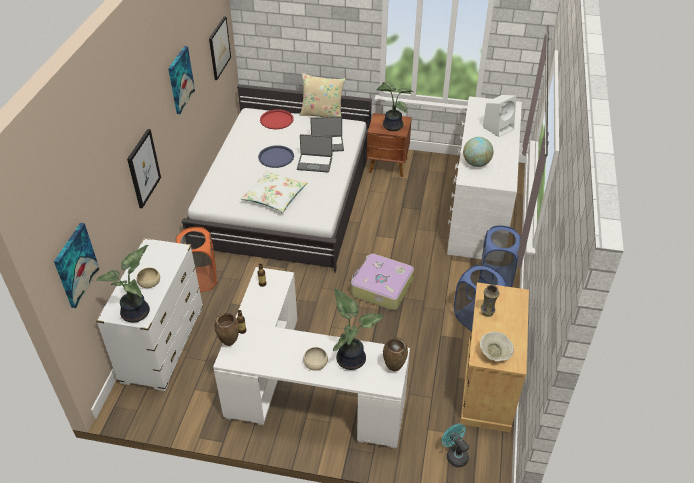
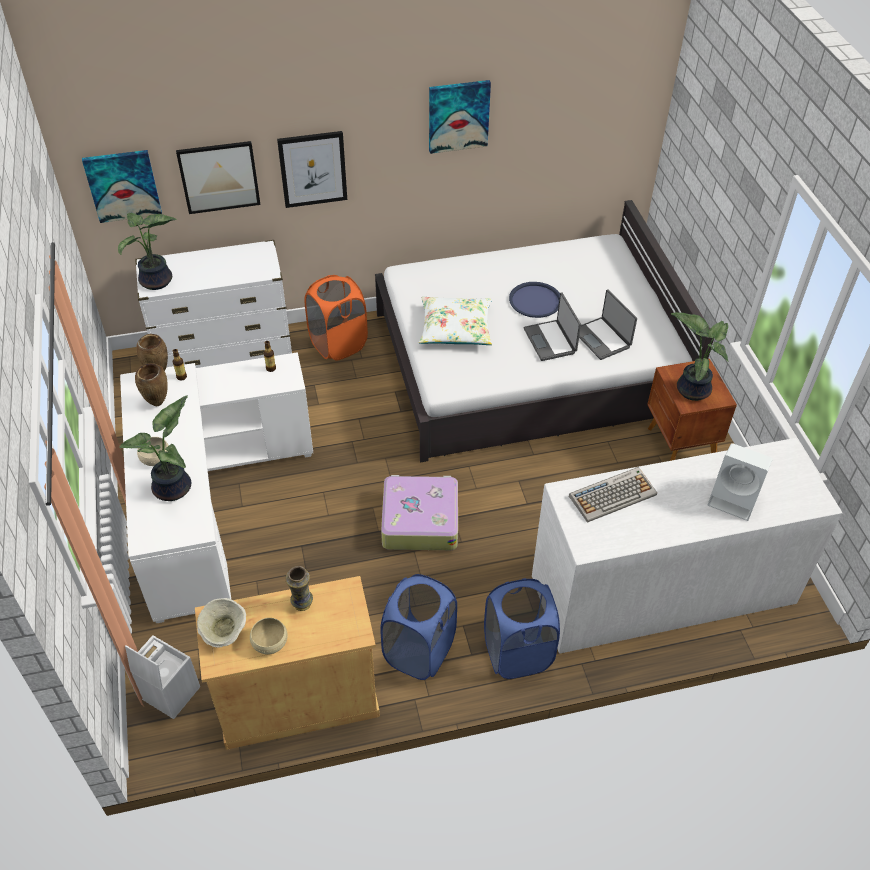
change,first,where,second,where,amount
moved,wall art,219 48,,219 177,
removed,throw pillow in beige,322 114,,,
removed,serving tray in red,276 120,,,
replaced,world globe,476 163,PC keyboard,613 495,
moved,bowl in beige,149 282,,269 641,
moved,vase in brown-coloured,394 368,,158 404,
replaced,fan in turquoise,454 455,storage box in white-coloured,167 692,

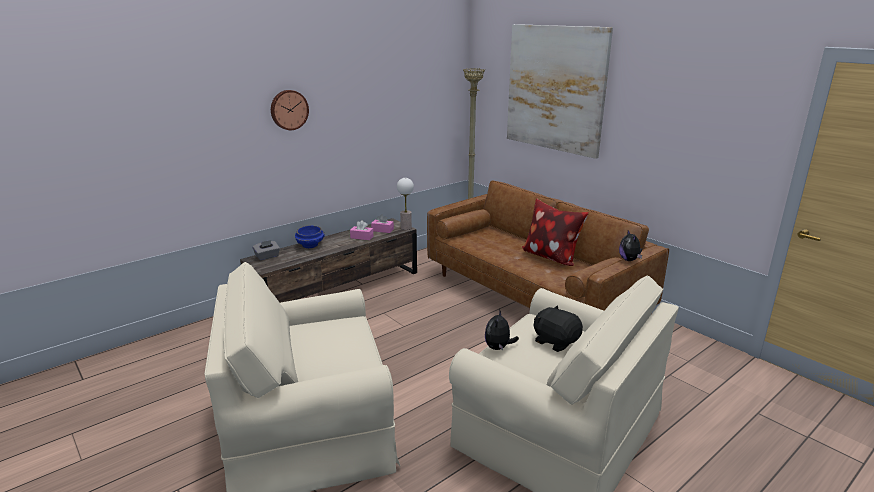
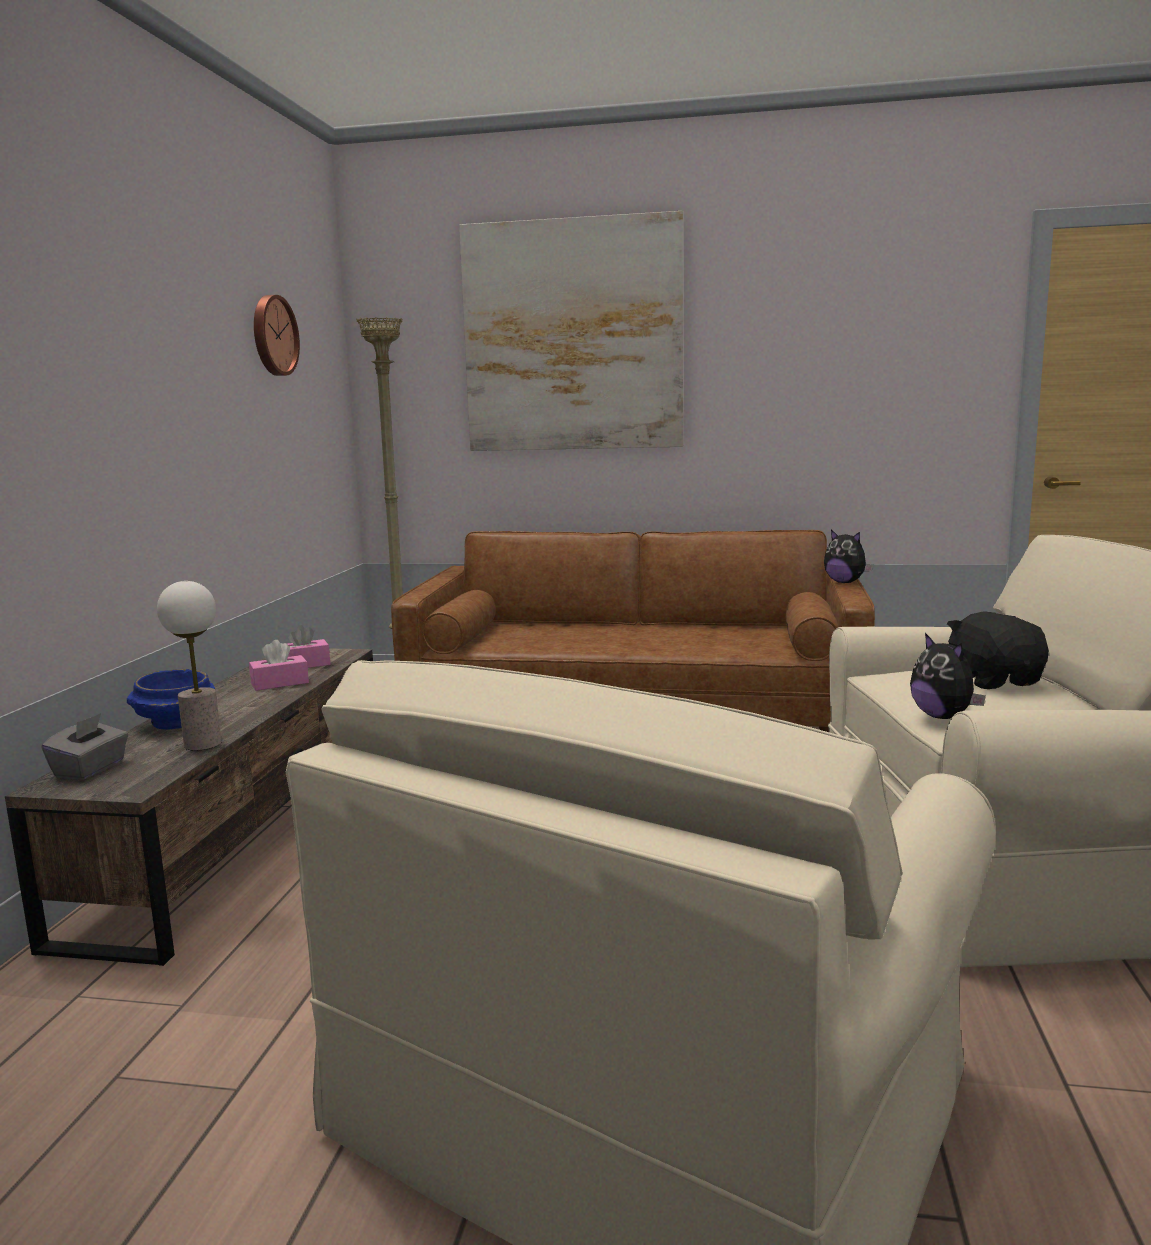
change,first,where,second,where,amount
moved,hanging clock,289 110,,272 335,
moved,tabletop lamp,406 228,,202 744,
removed,throw pillow,550 257,,,
turned,plush toy in blackish,556 341,,994 680,75 degrees clockwise

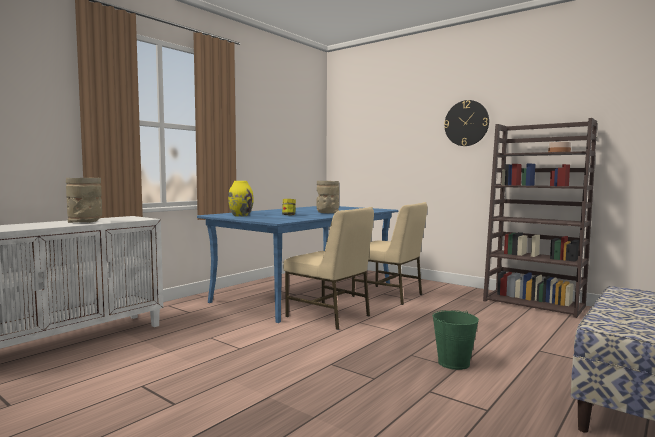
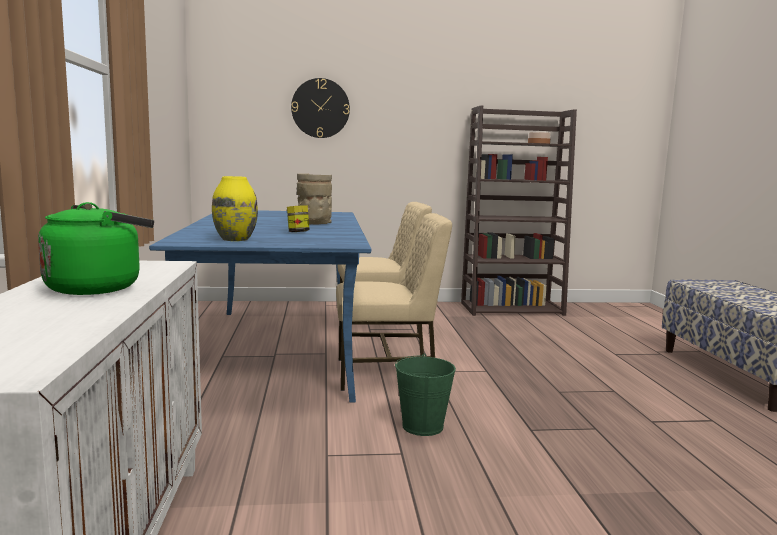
change,first,where,second,where,amount
moved,hanging clock,466 123,,320 108,
replaced,vase in beige,85 222,water kettle in greenish,99 287,
moved,bucket in greenish,454 363,,423 426,

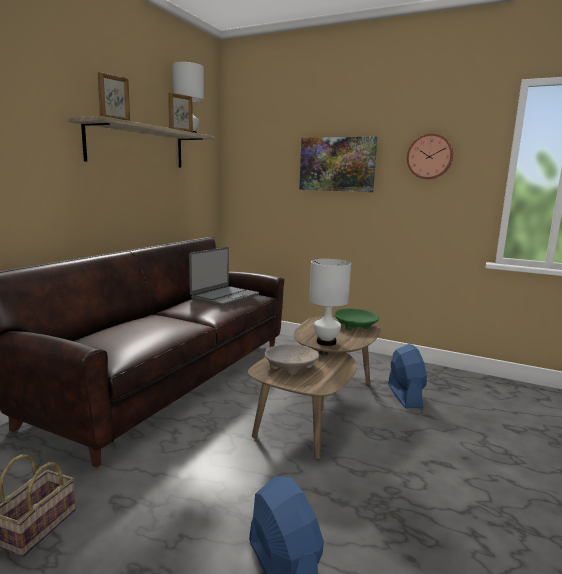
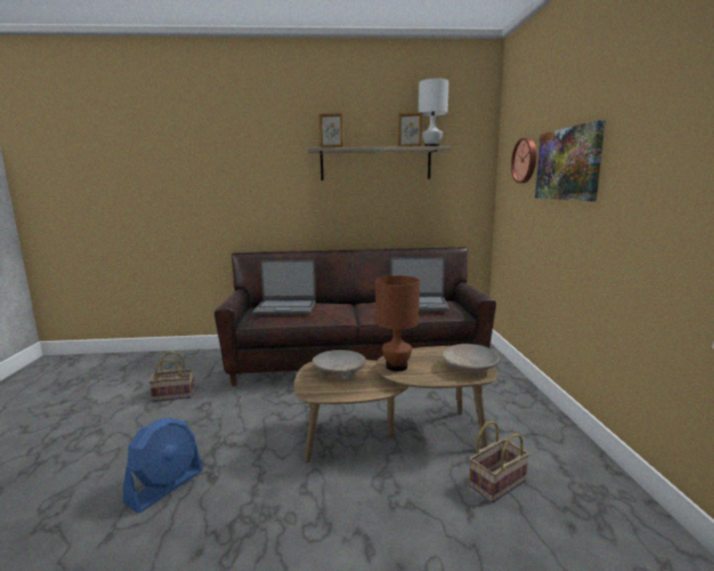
change,first,where,second,where,amount
moved,hanging clock,430 156,,525 160,
recoloured,tabletop lamp in white-coloured,326 342,tabletop lamp in brown-coloured,396 366,
recoloured,bowl in greenish,355 326,bowl in beige,470 368,
replaced,fan in blue,404 395,storage basket,497 482,
added,,,portable computer,285 308,

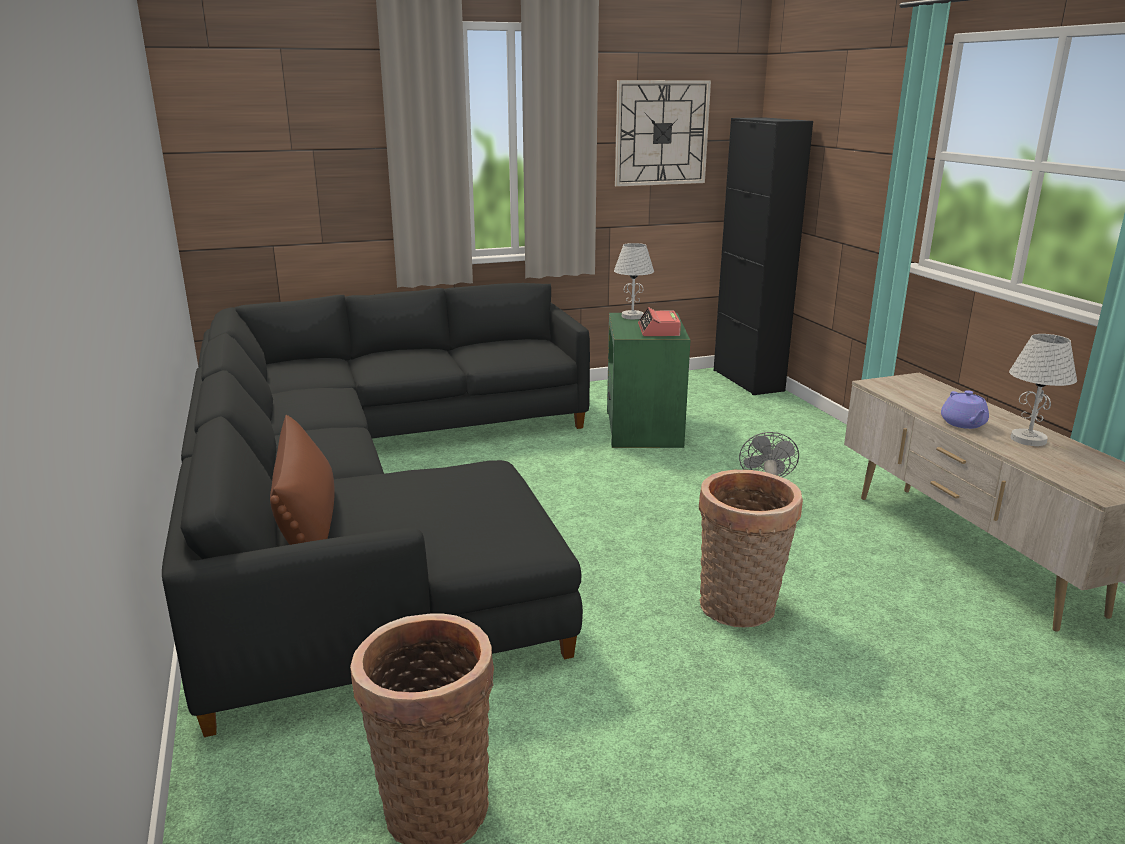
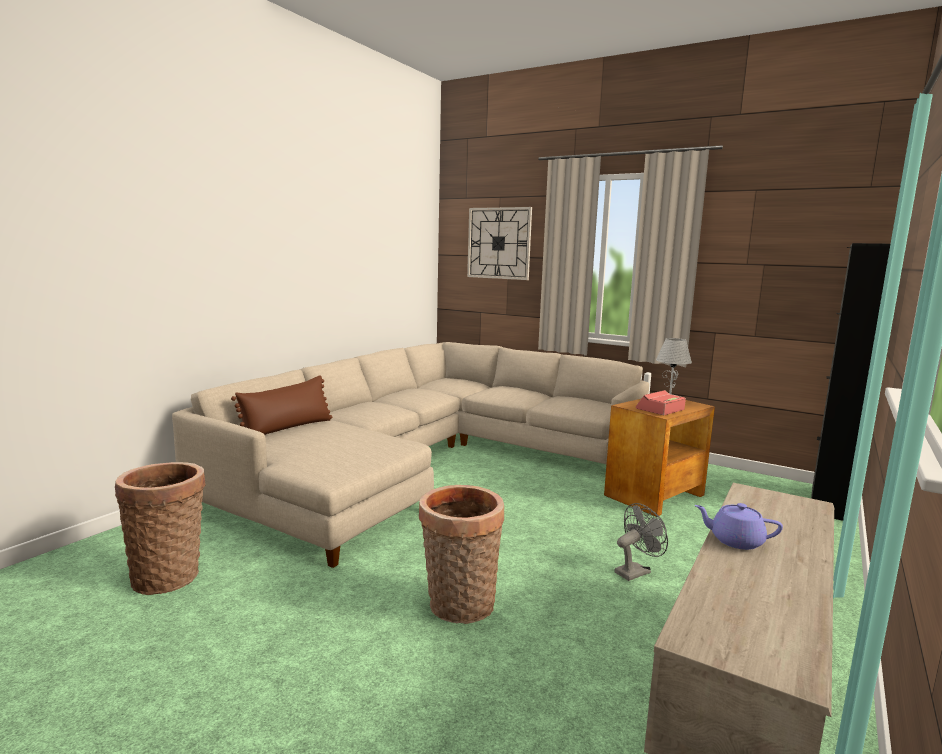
change,first,where,second,where,amount
moved,hanging clock,661 133,,499 243,
recoloured,settee in blackish,375 496,settee in beige,426 462,
recoloured,side table in greenish,642 428,side table in brown-coloured,653 495,
removed,tabletop lamp in white-coloured,1028 439,,,
turned,tea pot in purple-coloured,963 424,,735 541,60 degrees clockwise

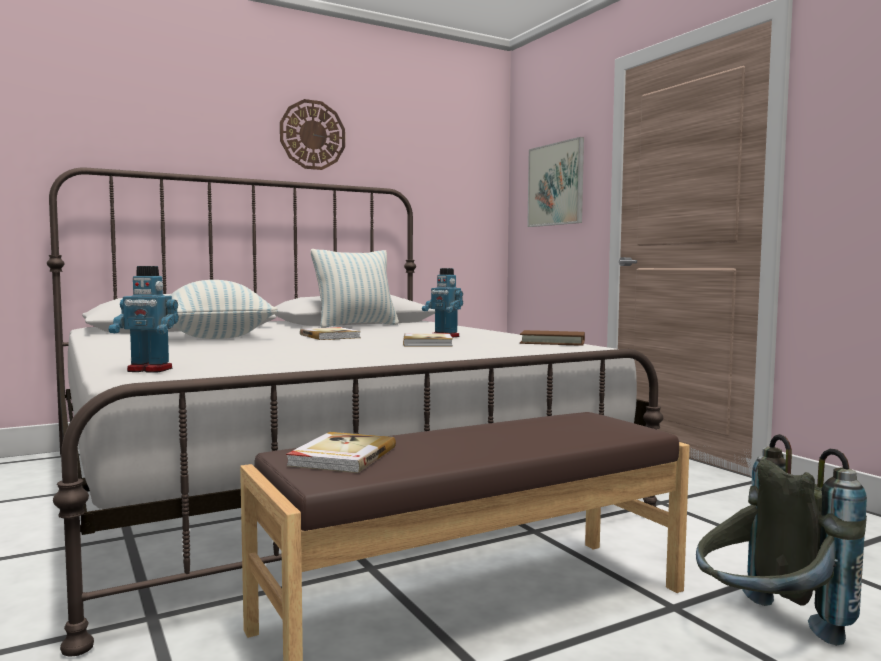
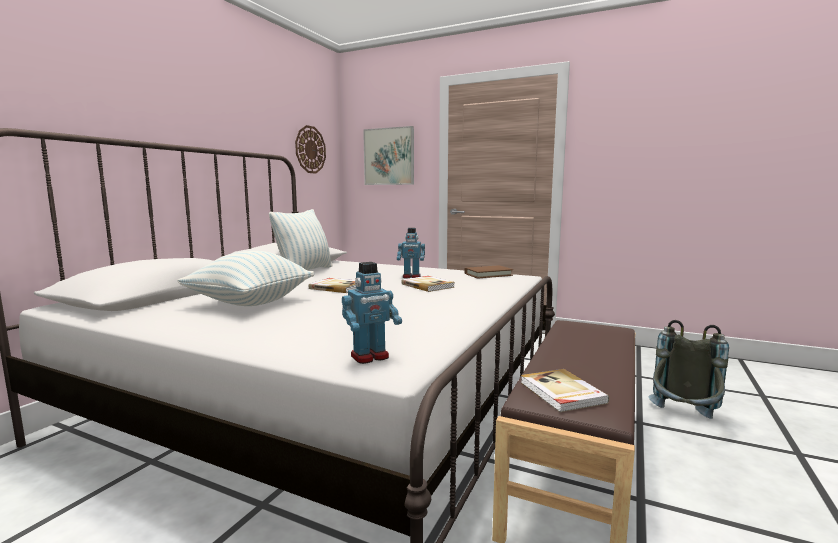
change,first,where,second,where,amount
moved,hanging clock,312 135,,310 149,

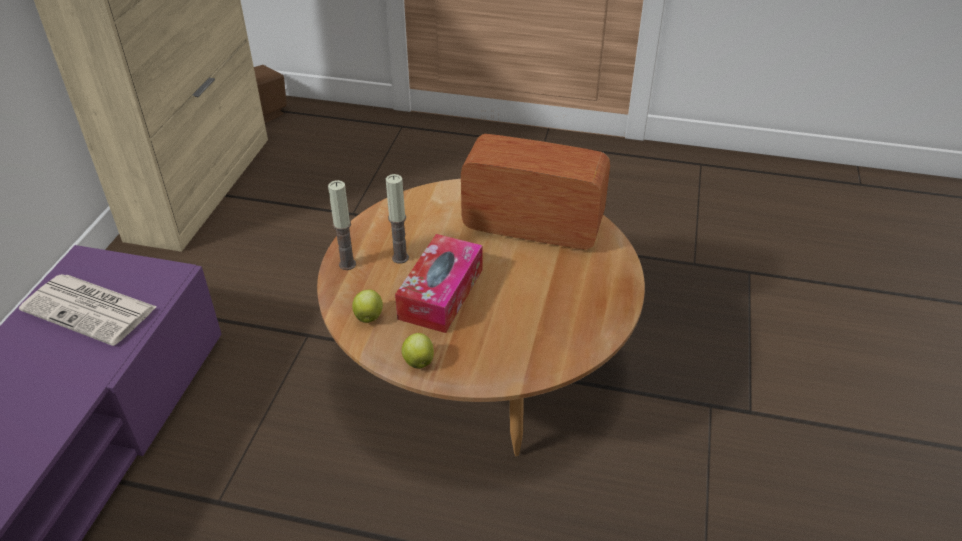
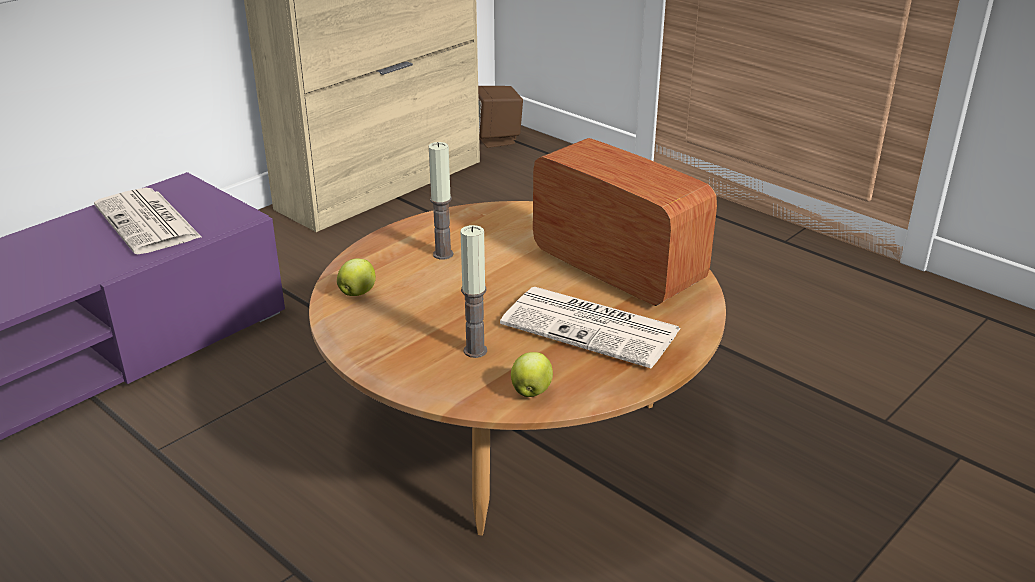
change,first,where,second,where,amount
moved,candle,347 264,,475 350,
removed,tissue holder,441 294,,,
moved,whole apple,418 361,,531 391,
added,,,newspaper,593 328,

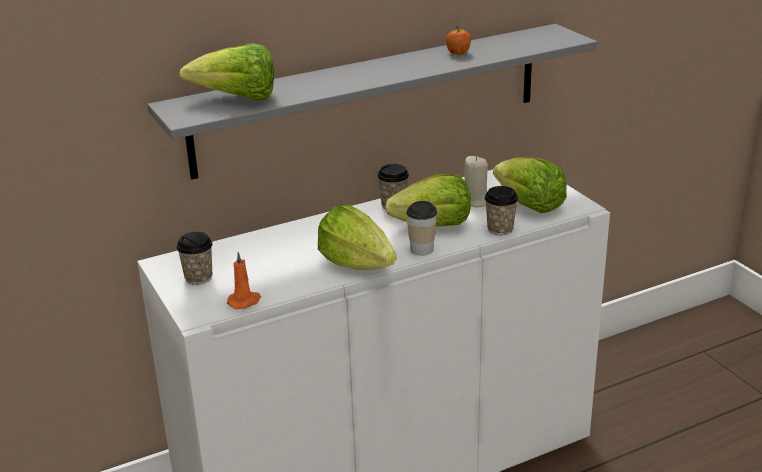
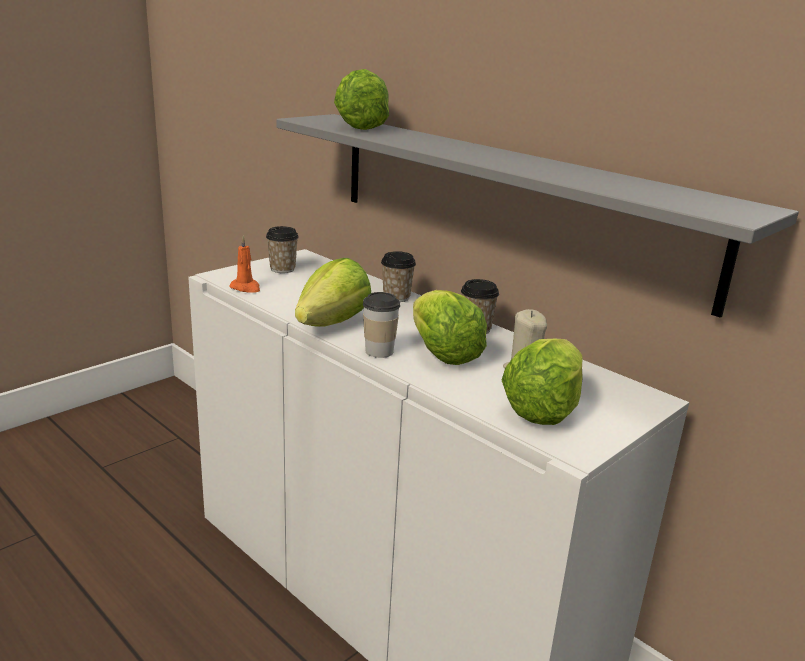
change,first,where,second,where,amount
removed,whole apple,458 53,,,
moved,small cup,500 229,,396 297,

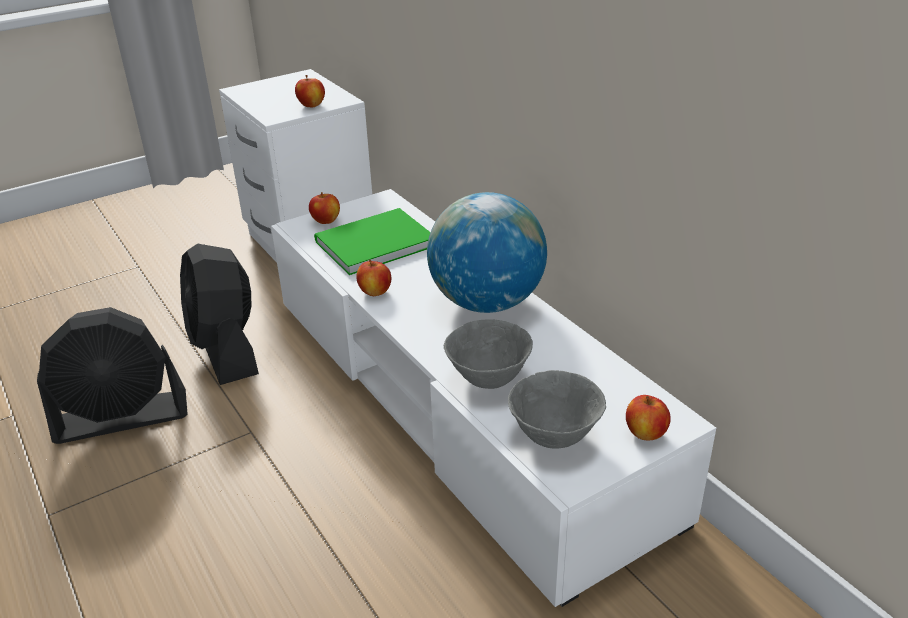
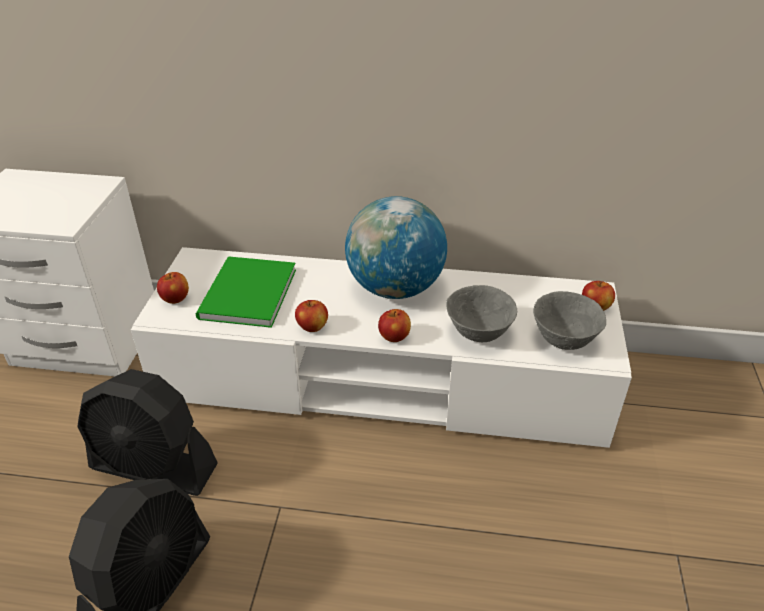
change,first,where,second,where,amount
moved,whole apple,311 105,,394 337,

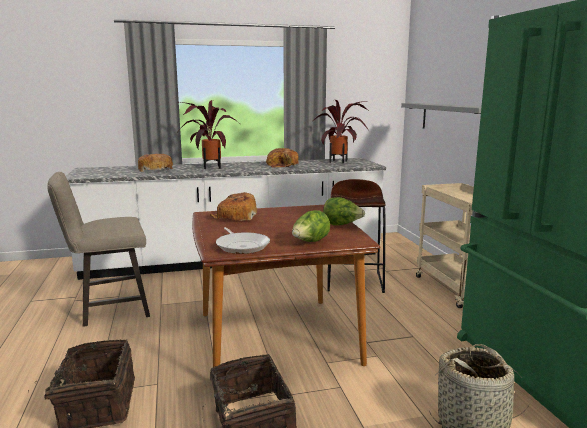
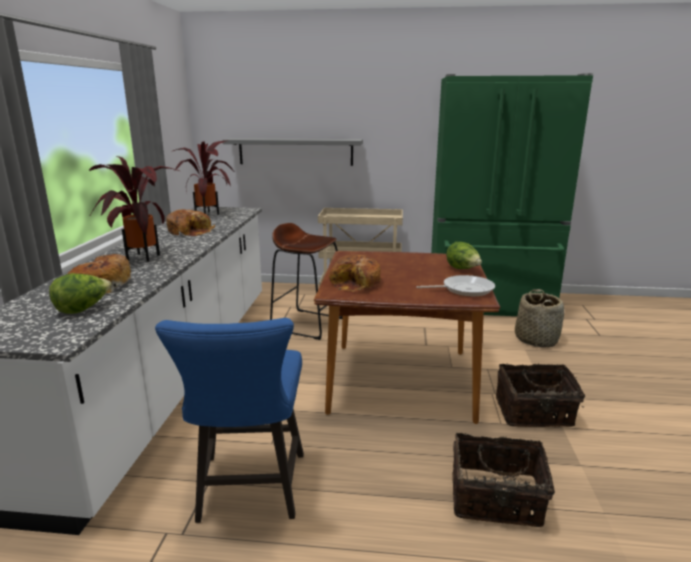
change,first,where,second,where,amount
recoloured,stool in beige,108 309,stool in blue,250 492,
moved,lettuce,342 225,,83 309,

